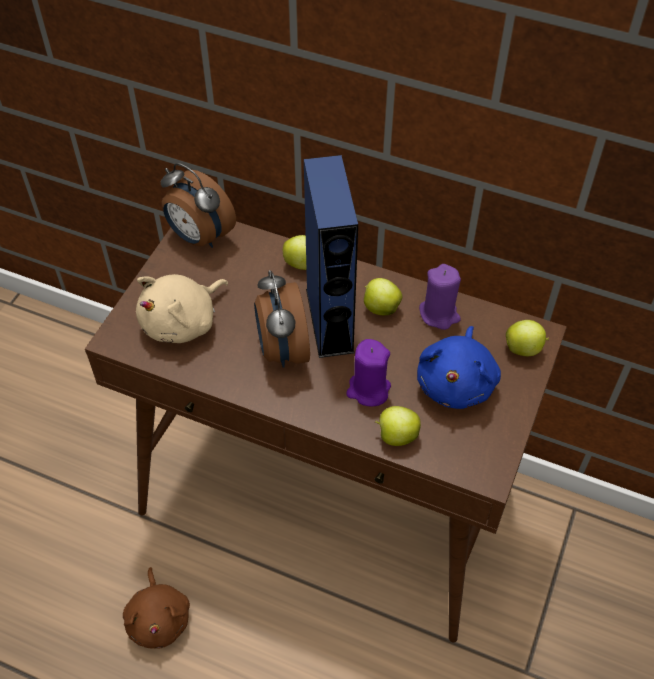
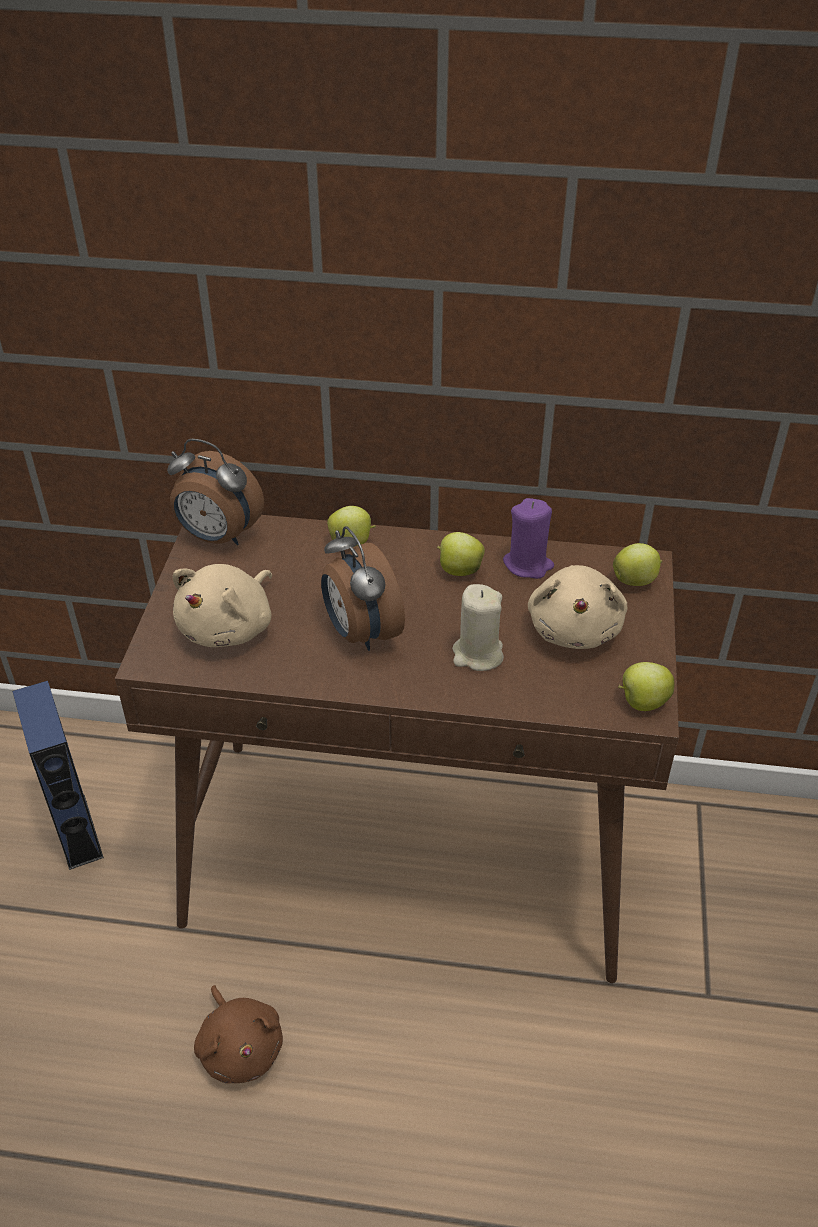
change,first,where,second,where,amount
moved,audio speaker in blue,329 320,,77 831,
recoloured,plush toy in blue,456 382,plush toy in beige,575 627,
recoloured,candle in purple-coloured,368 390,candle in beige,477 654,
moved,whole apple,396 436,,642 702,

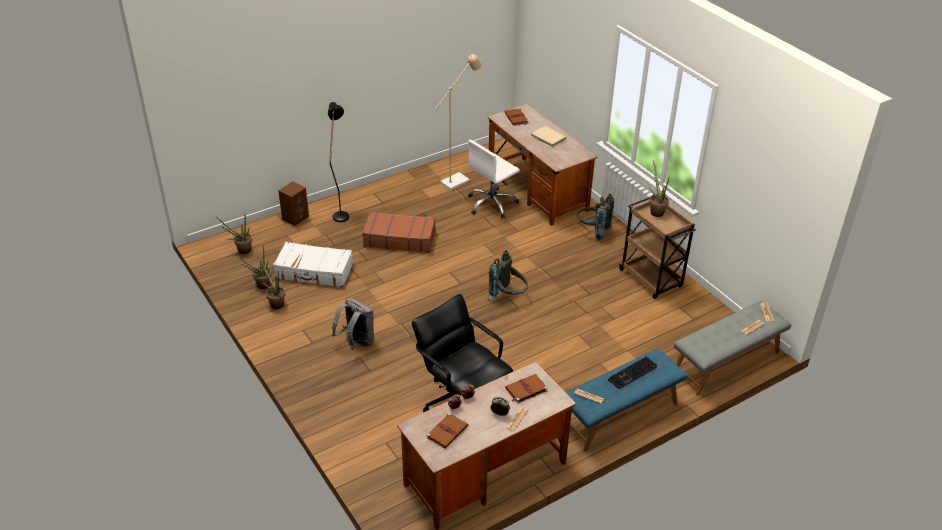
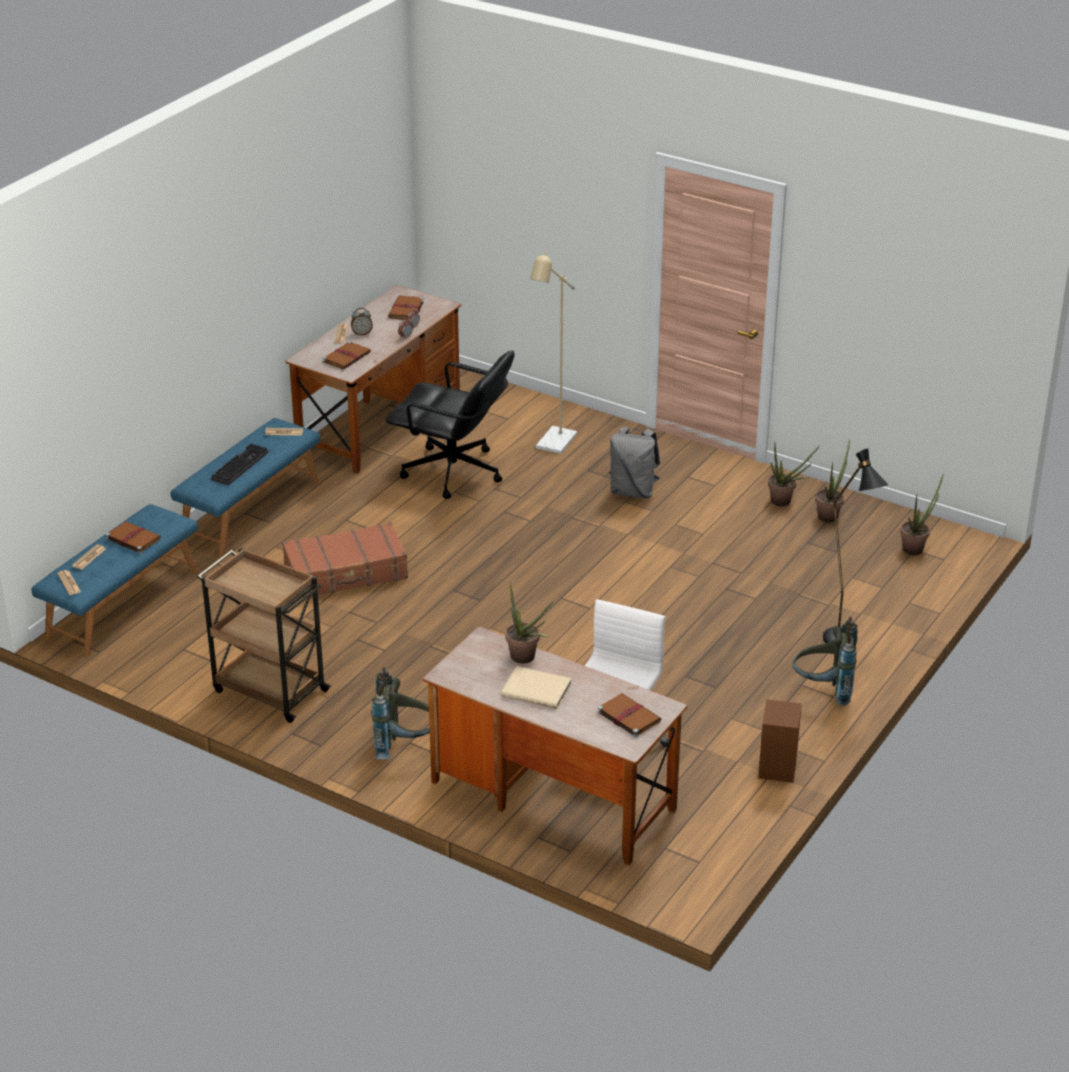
change,first,where,second,where,amount
moved,standard lamp in beige,458 179,,553 445,
moved,houseplant,655 211,,526 659,
moved,audio speaker in brown-coloured,295 217,,778 768,
moved,suitcase in brown-coloured,399 238,,346 573,
removed,suitcase in white-coloured,314 272,,,
moved,rucksack in greyish,508 296,,823 690,
recoloured,bench in greyish,726 363,bench in blue,122 604,
added,,,volume in brown-coloured,132 538,

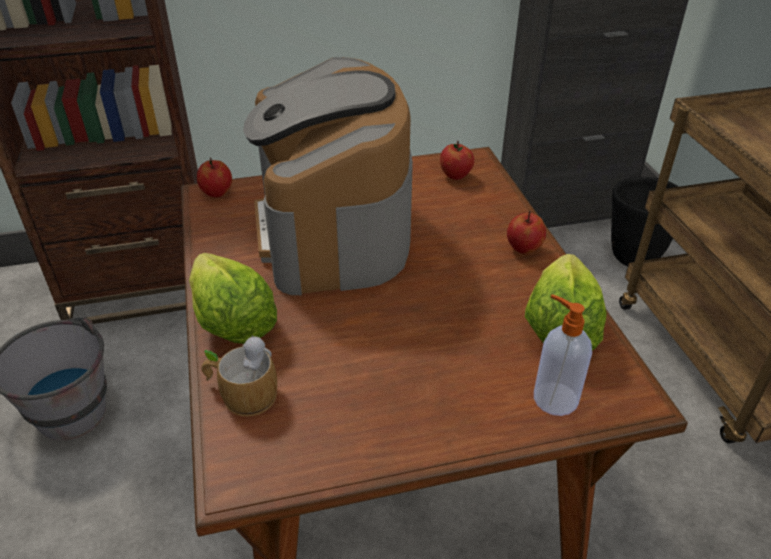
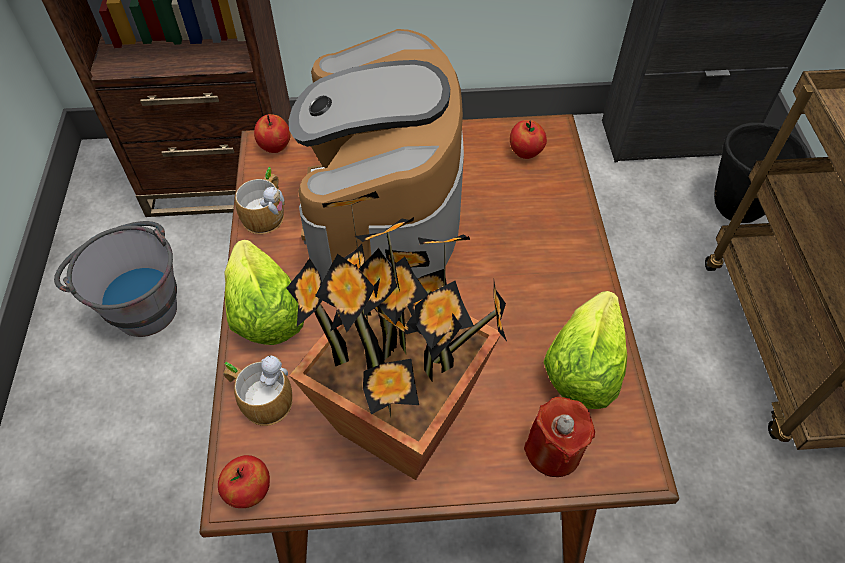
change,first,where,second,where,amount
moved,whole apple,523 248,,249 490,
replaced,soap bottle,553 398,candle in red,553 451,
added,,,mug,267 212,
added,,,houseplant,404 420,

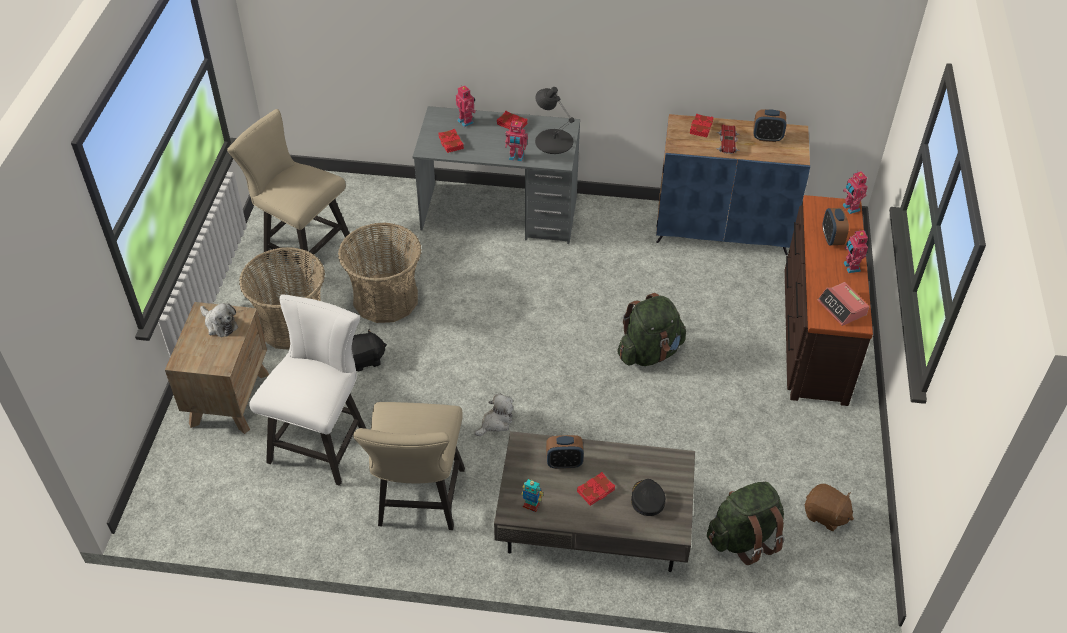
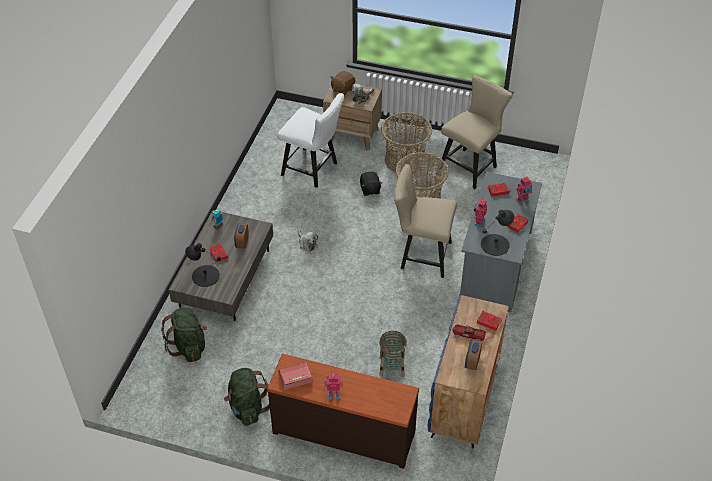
change,first,where,second,where,amount
removed,toy robot,850 208,,,
removed,bedside clock,832 238,,,
moved,rucksack in greenish,649 352,,247 407,
moved,plain chair in beige,419 503,,421 255,
replaced,baseball cap in blackish,647 499,tabletop lamp in blackish,205 275,
moved,plush toy in brown-coloured,825 515,,342 89,
added,,,storage basket,391 367,

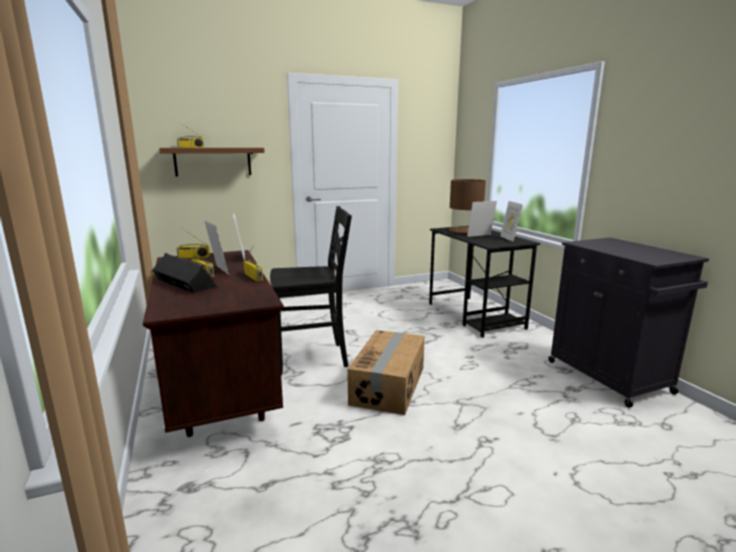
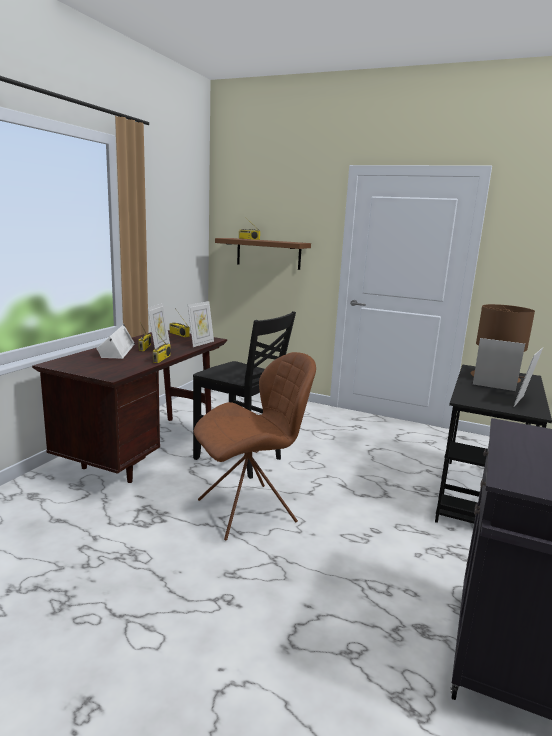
change,first,where,second,where,amount
recoloured,audio speaker in blackish,183 284,audio speaker in white-coloured,115 350,
replaced,packing box,389 385,plain chair in brown-coloured,250 510,

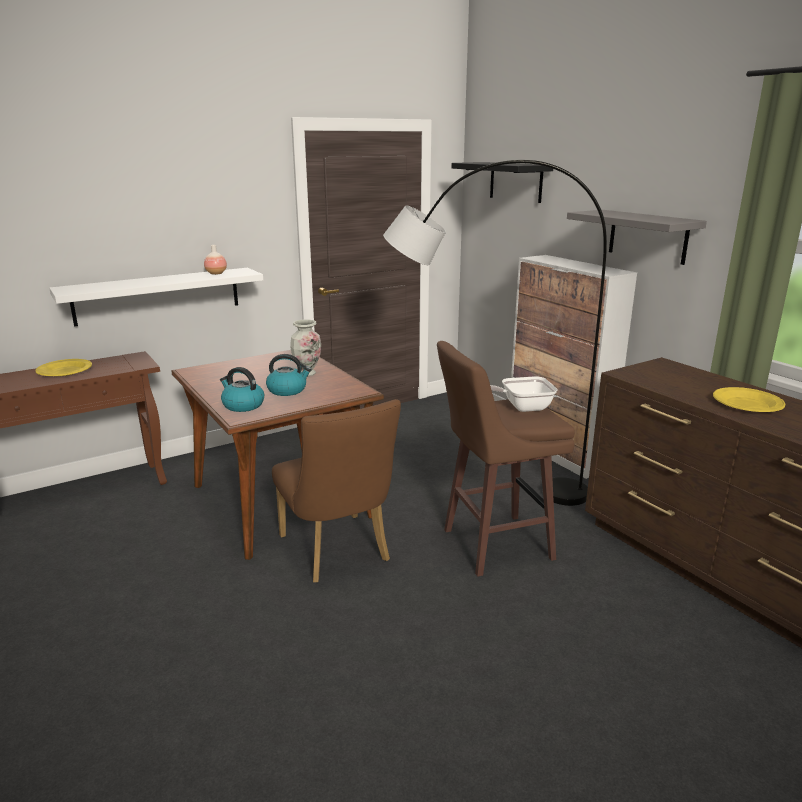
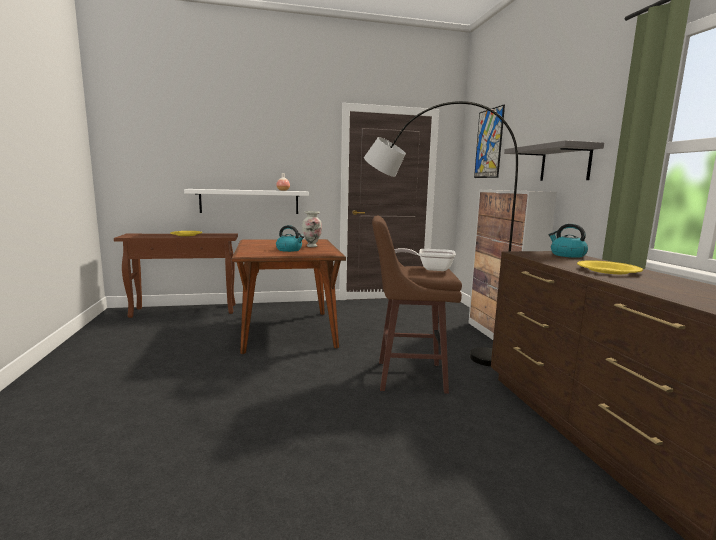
change,first,where,second,where,amount
replaced,wall shelf in blackish,515 182,wall art,489 143,
moved,water kettle,242 405,,567 255,
removed,plain chair in brown-coloured,338 552,,,

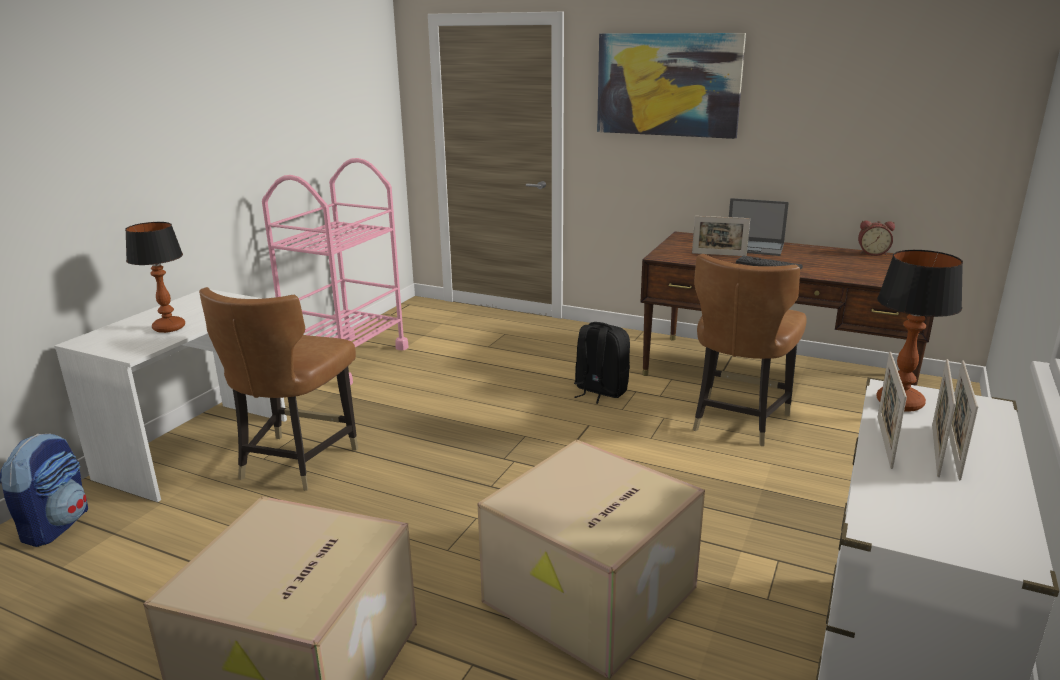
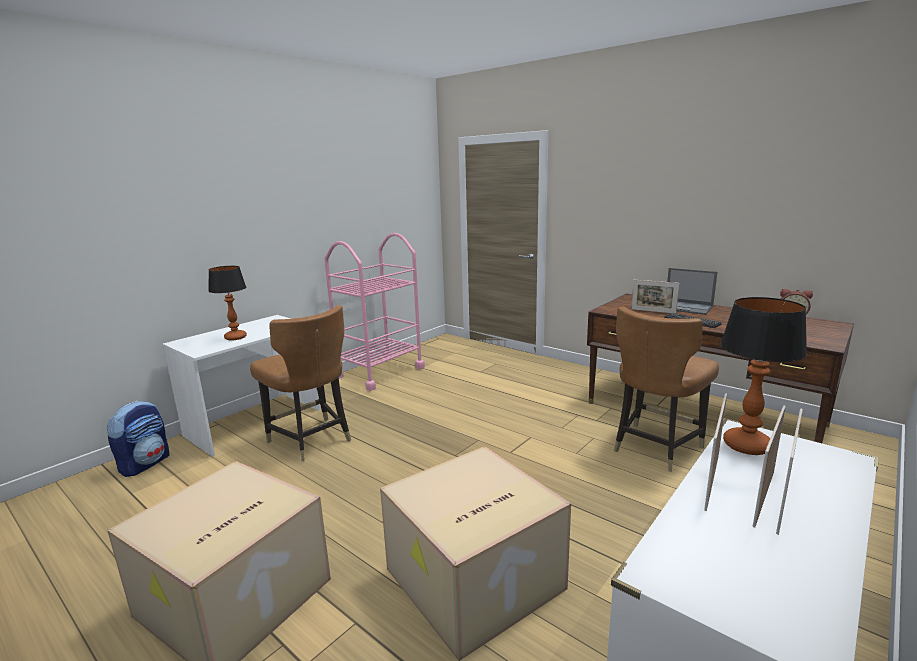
change,first,where,second,where,amount
removed,wall art,668 85,,,
turned,plain chair in brown-coloured,296 462,,311 440,75 degrees counterclockwise
removed,rucksack in blackish,599 391,,,

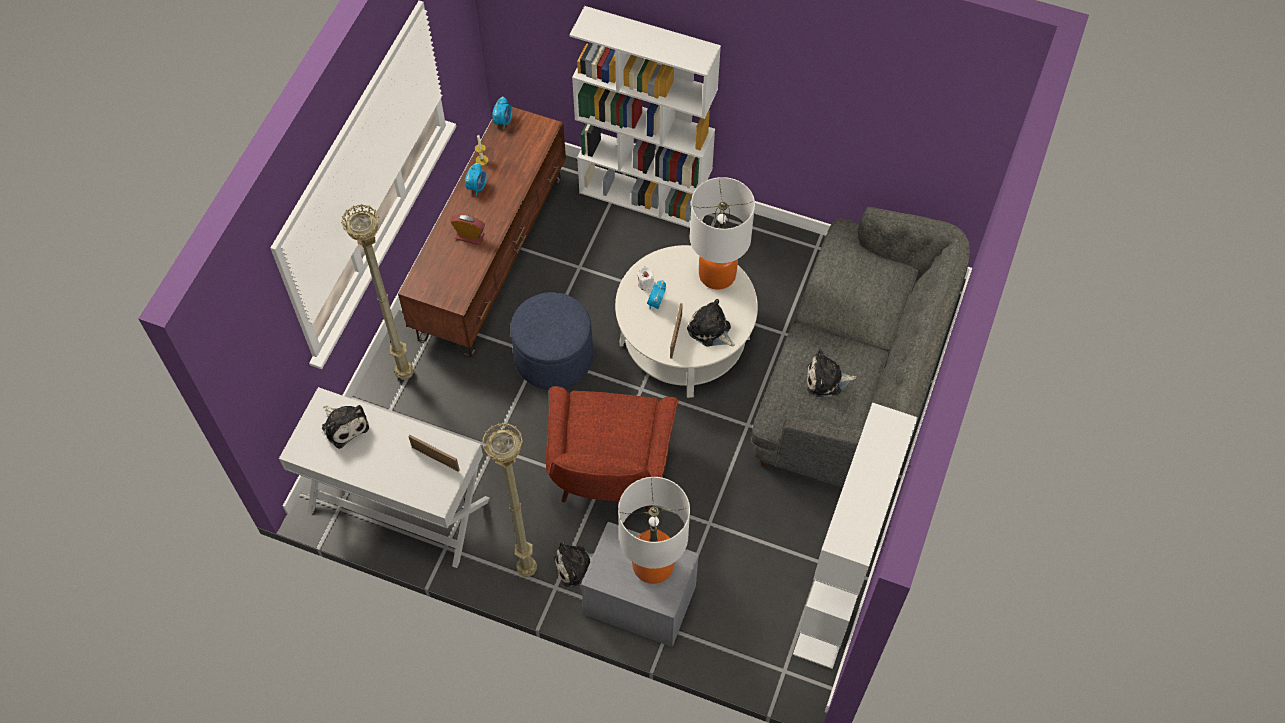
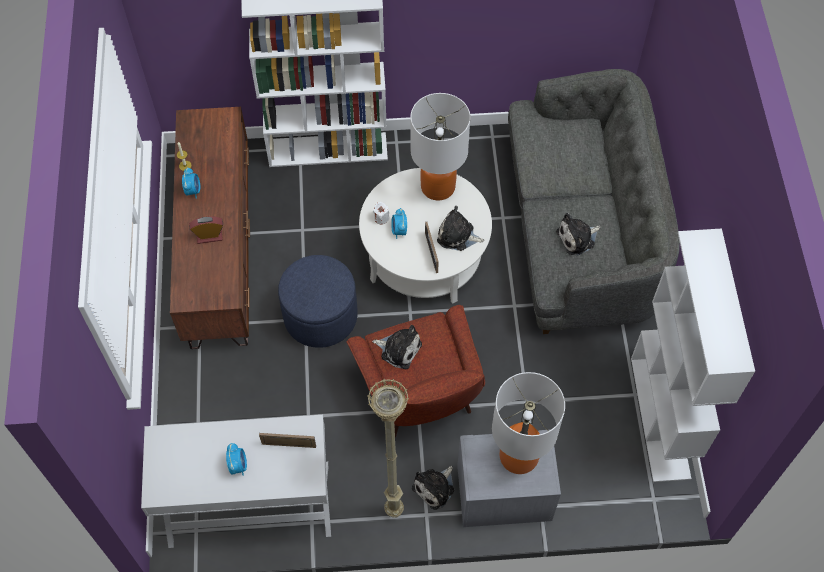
change,first,where,second,where,amount
moved,bedside clock,503 121,,238 465,
removed,standard lamp in beige,405 375,,,
moved,plush toy,344 425,,399 349,

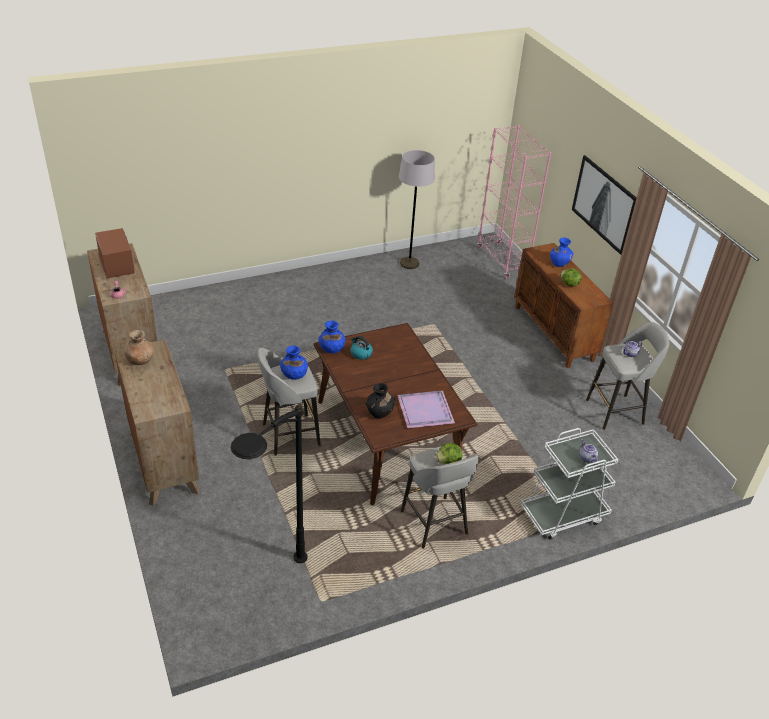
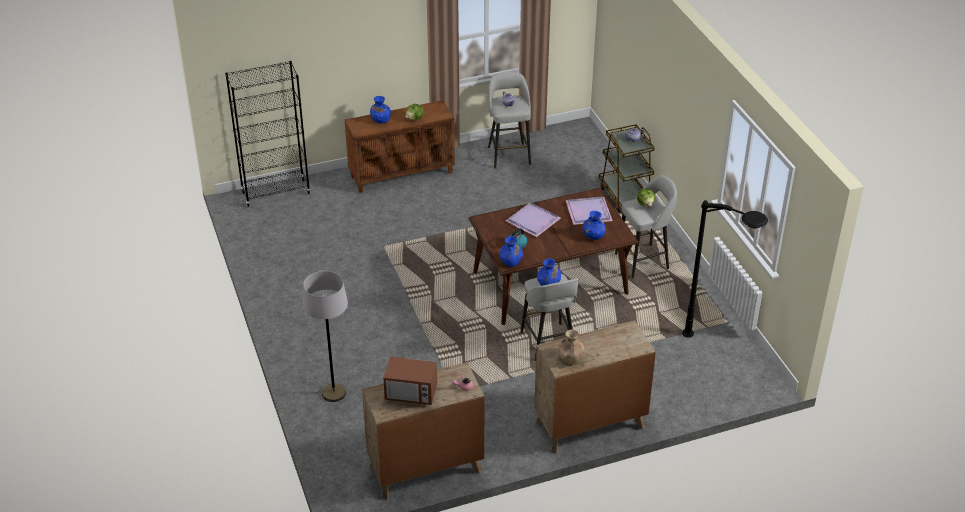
change,first,where,second,where,amount
recoloured,shelving unit in pink,502 261,shelving unit in blackish,276 193,
moved,standard lamp in greyish,409 263,,333 393,
removed,wall art,603 204,,,
turned,kitchen microwave,117 266,,411 394,150 degrees counterclockwise
recoloured,vase in blackish,379 412,vase in blue,593 236,
recoloured,wheeled cart in white-coloured,563 514,wheeled cart in brown-coloured,625 196,
added,,,serving tray in purple-coloured,533 221,

